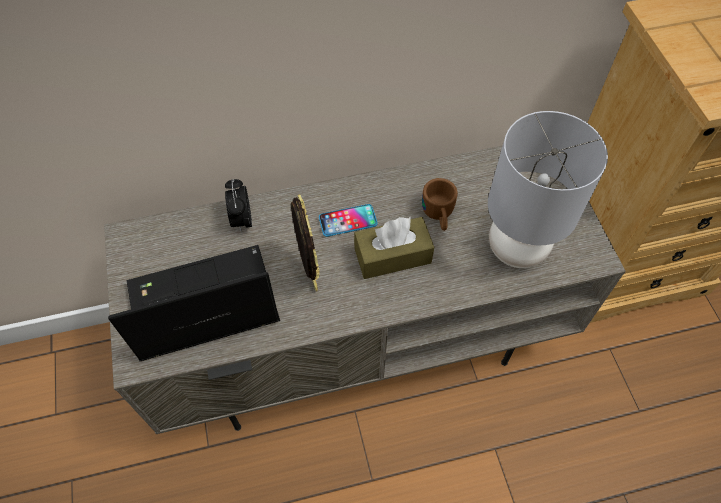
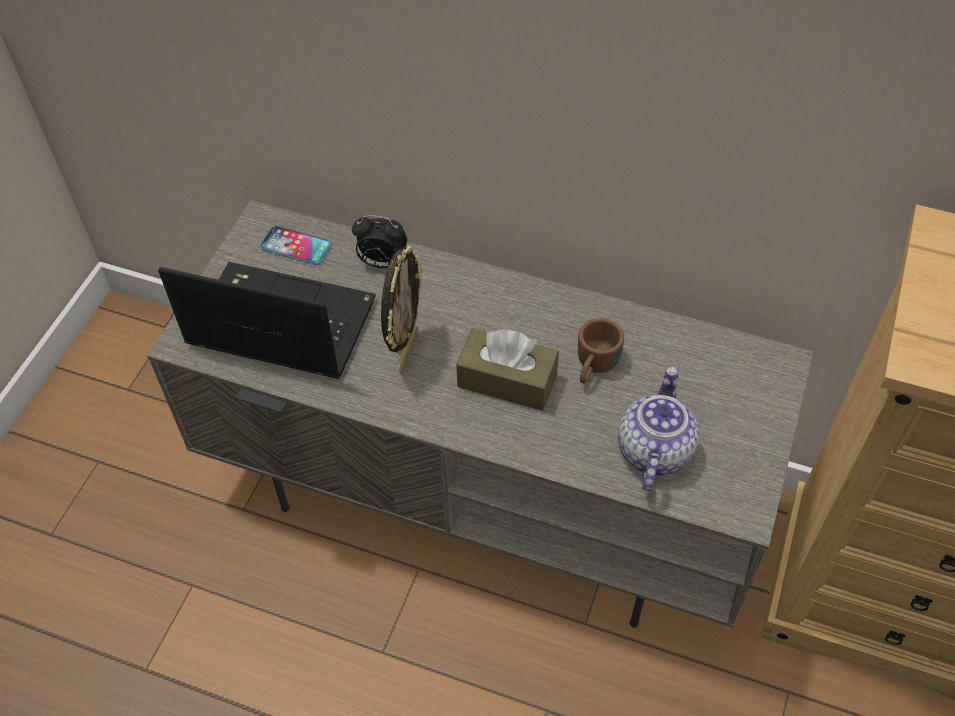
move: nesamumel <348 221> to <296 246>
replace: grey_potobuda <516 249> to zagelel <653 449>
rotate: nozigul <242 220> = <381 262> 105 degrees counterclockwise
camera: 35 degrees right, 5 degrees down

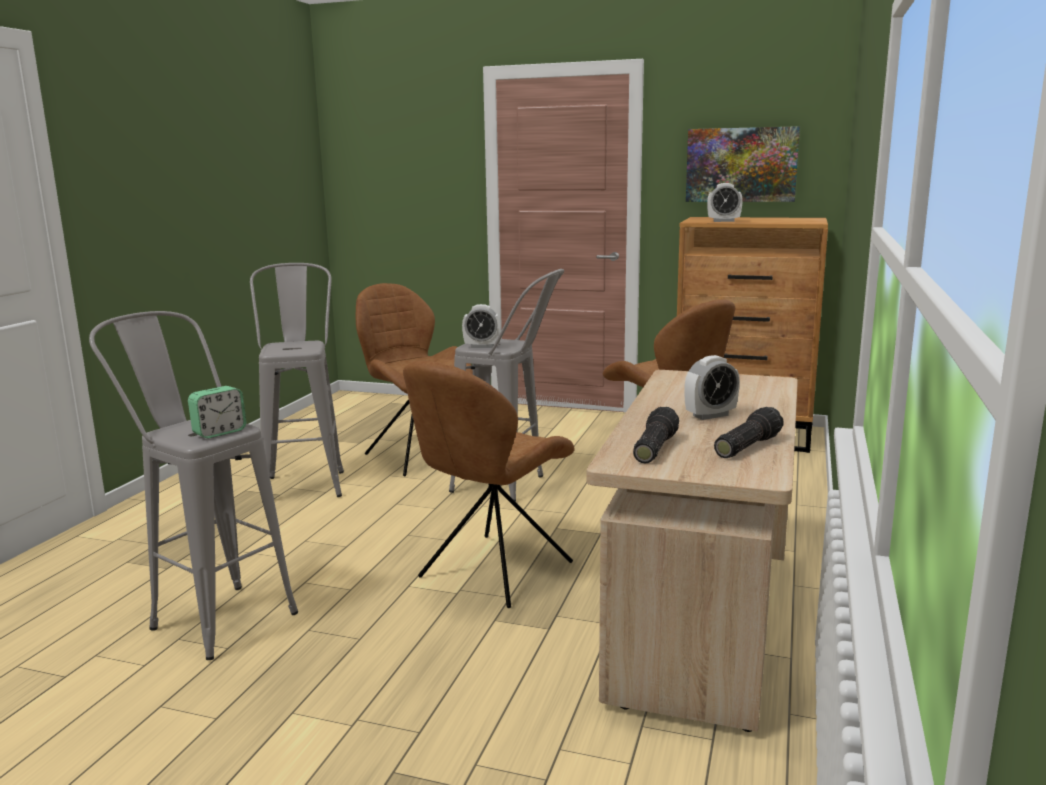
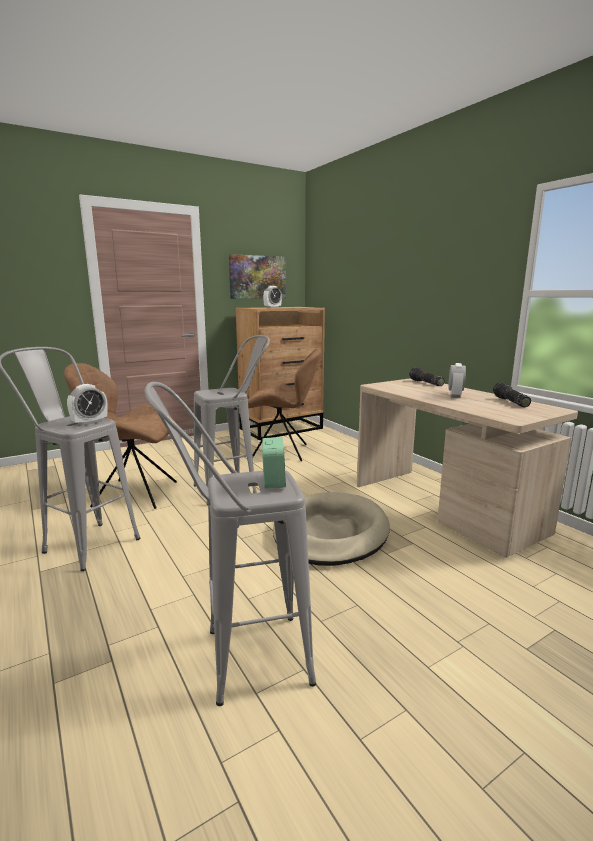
move: nozigul <482 346> to <90 422>; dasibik <653 448> to <425 383>
replace: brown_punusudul <492 572> to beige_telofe <330 533>
camera: 50 degrees left, 0 degrees up

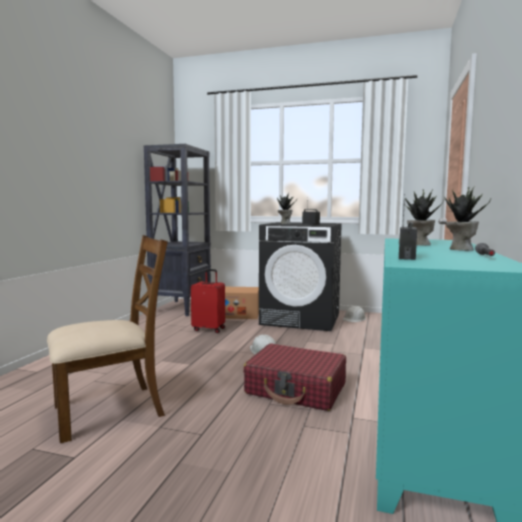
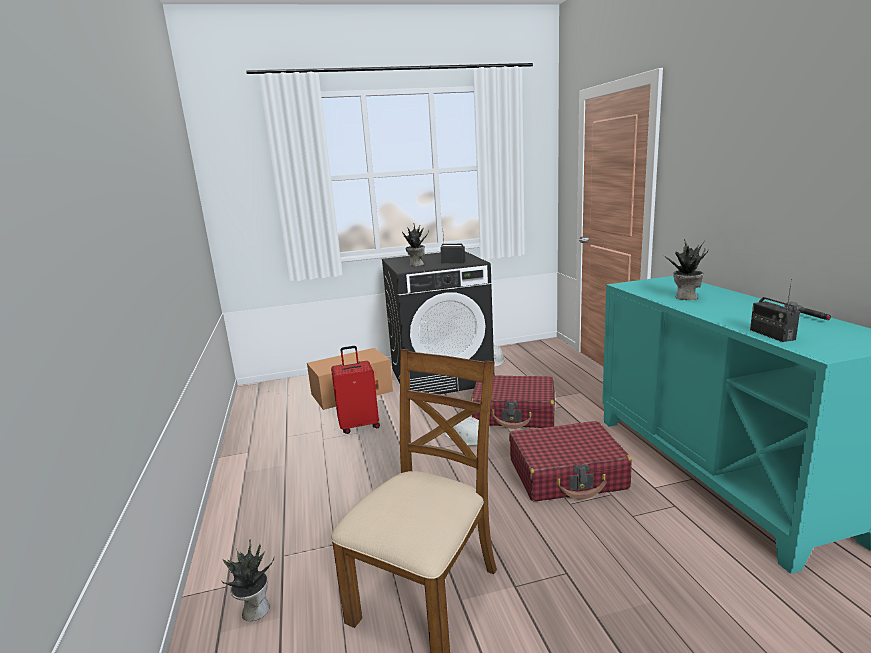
delete: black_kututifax <181 308>
insert: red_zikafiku <514 413>
move: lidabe <460 249> to <254 610>
camera: 30 degrees left, 10 degrees up

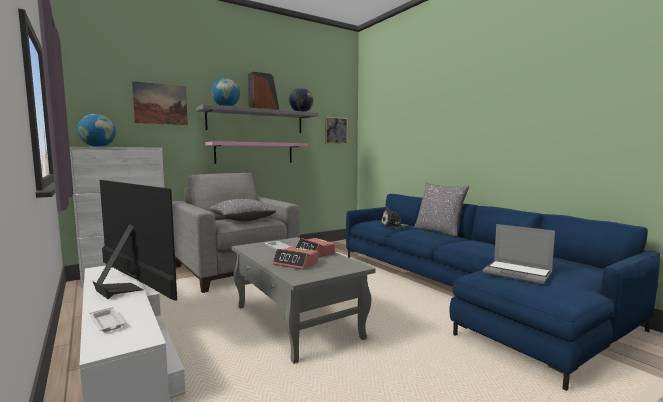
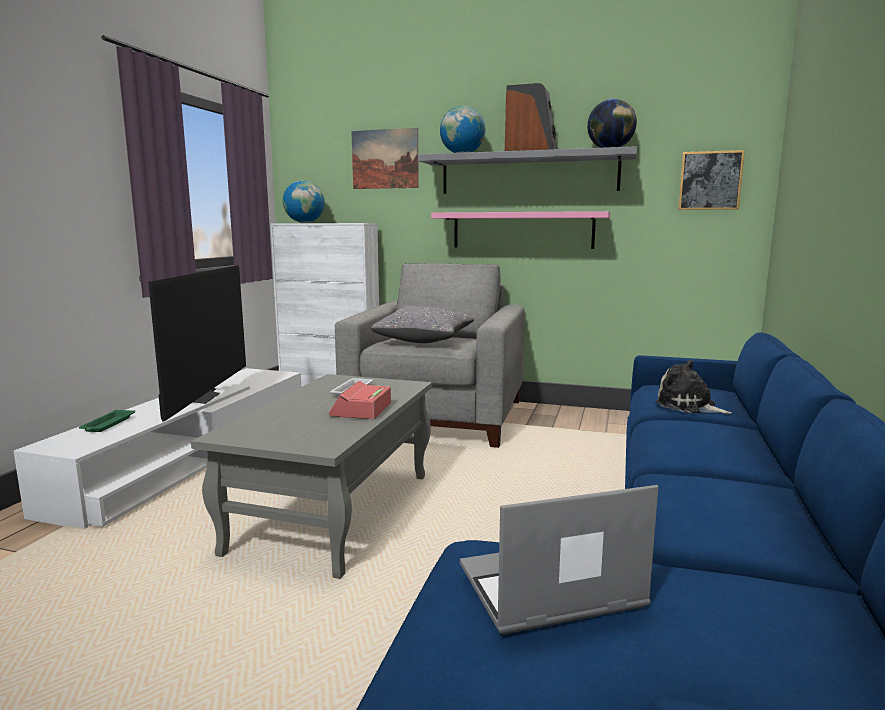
delete: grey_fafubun <438 231>; nozigul <296 263>
recolor: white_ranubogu <107 323> to green_ranubogu <107 424>
rotate: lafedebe <518 273> = <548 590> 75 degrees clockwise
camera: 50 degrees right, 5 degrees up

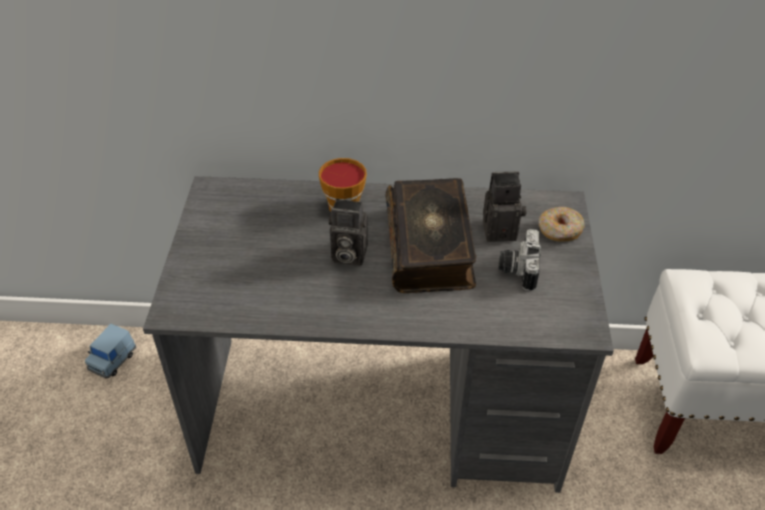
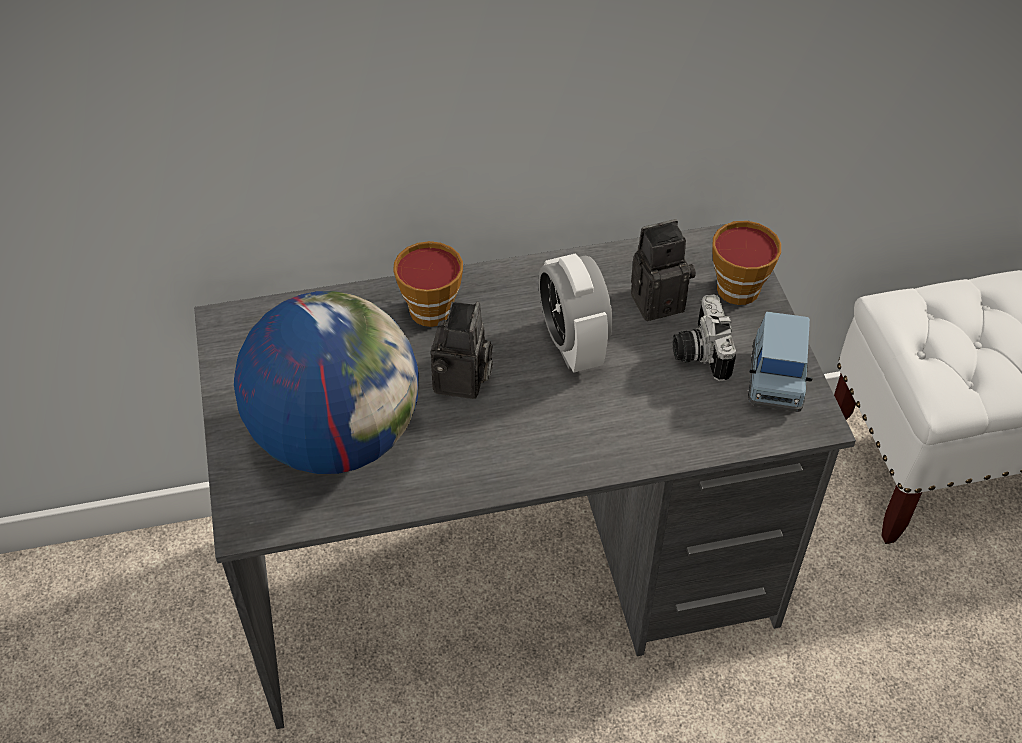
insert: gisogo <336 436>
move: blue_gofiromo <112 360> to <776 380>
replace: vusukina <430 246> to nozigul <572 345>; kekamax <559 230> to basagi <735 285>
rotate: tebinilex <347 255> = <462 382> 75 degrees counterclockwise
camera: 15 degrees left, 5 degrees up

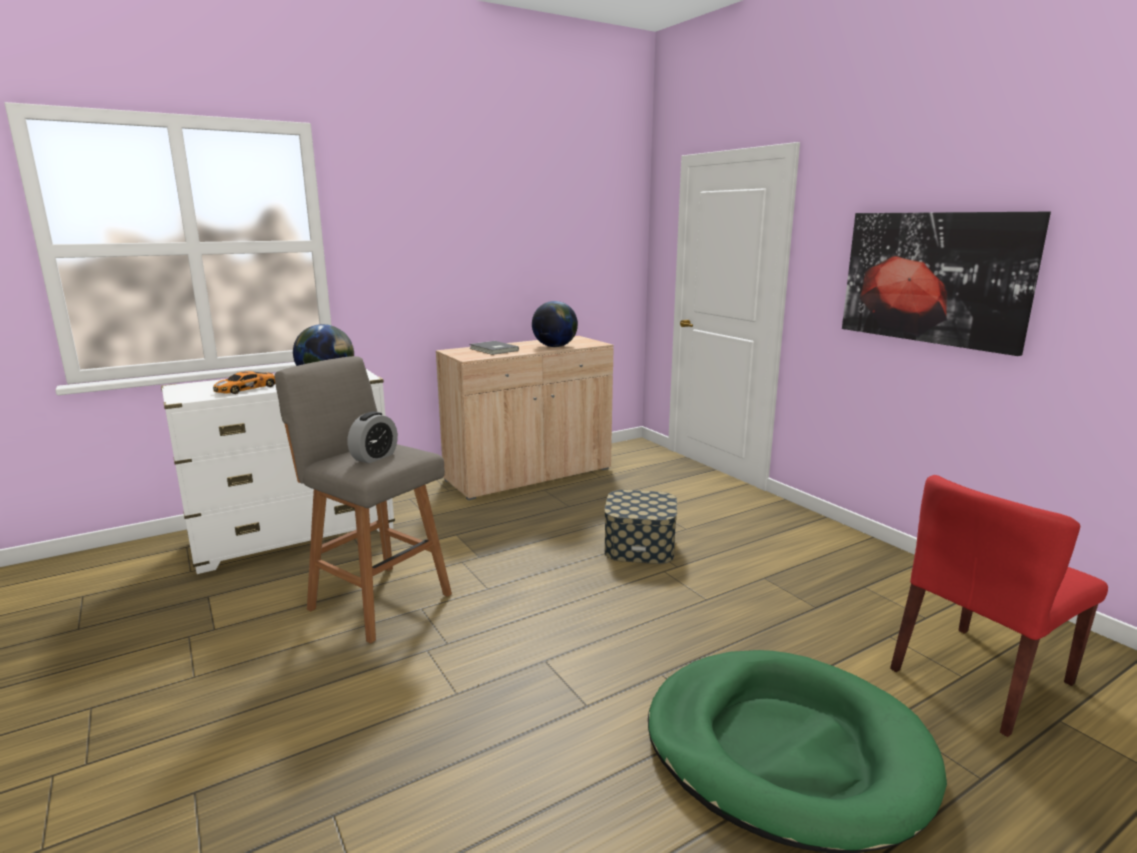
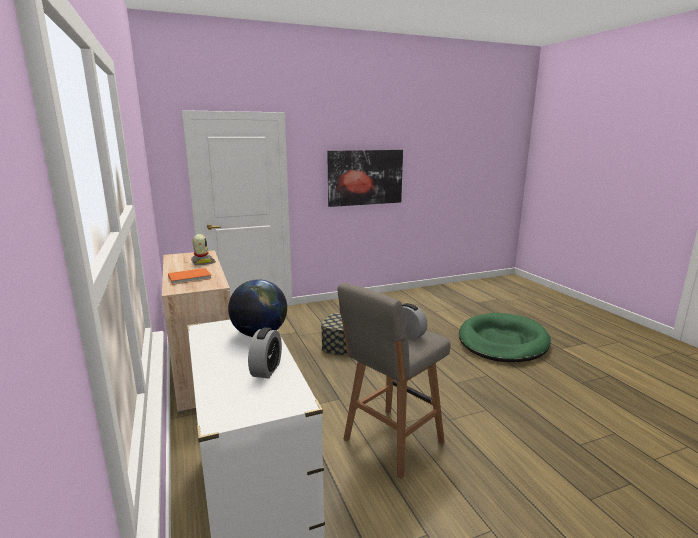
delete: red_punusudul <980 677>
replace: gisogo <554 346> to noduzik <202 262>; gofiromo <247 388> to nozigul <266 370>
recolor: grey_vusukina <493 350> to orange_vusukina <190 278>
camera: 80 degrees left, 0 degrees up

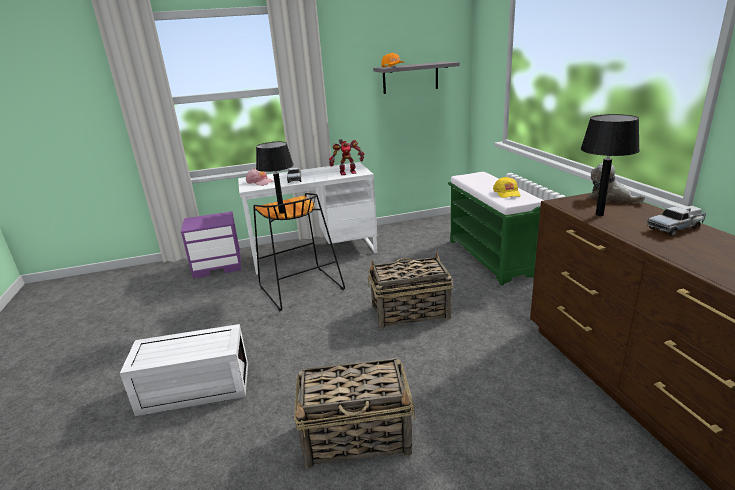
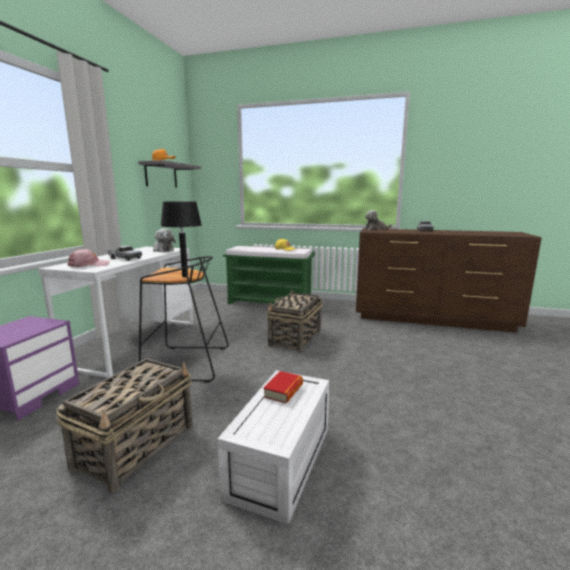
delete: black_potobuda <599 214>
insert: vusukina <283 391>
move: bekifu <358 436> to <137 445>
replace: noduzik <347 172> to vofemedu <163 250>
camera: 60 degrees left, 10 degrees down

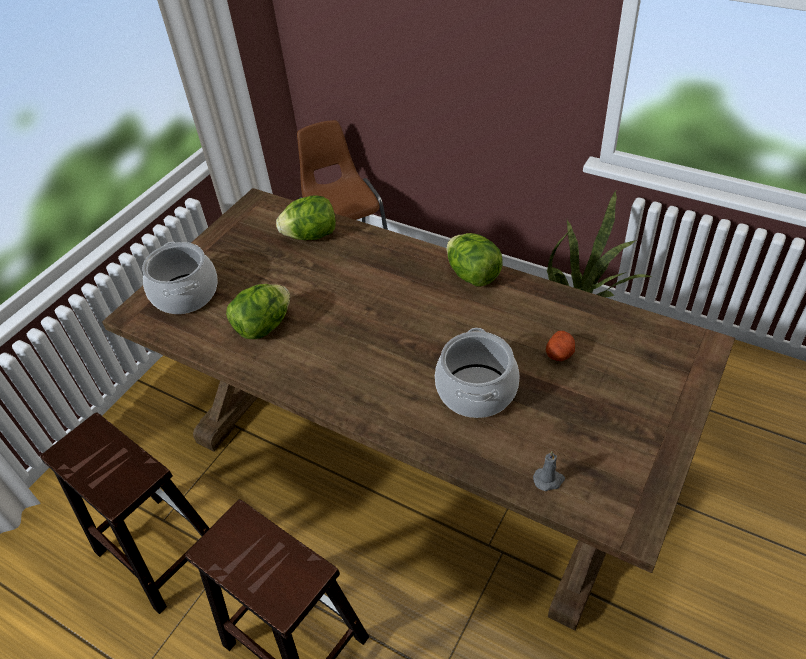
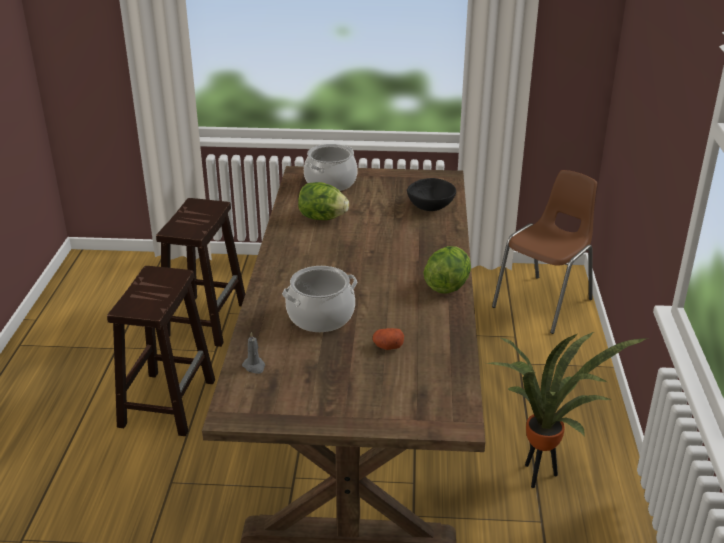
replace: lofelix <311 235> to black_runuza <430 207>
camera: 60 degrees right, 15 degrees down

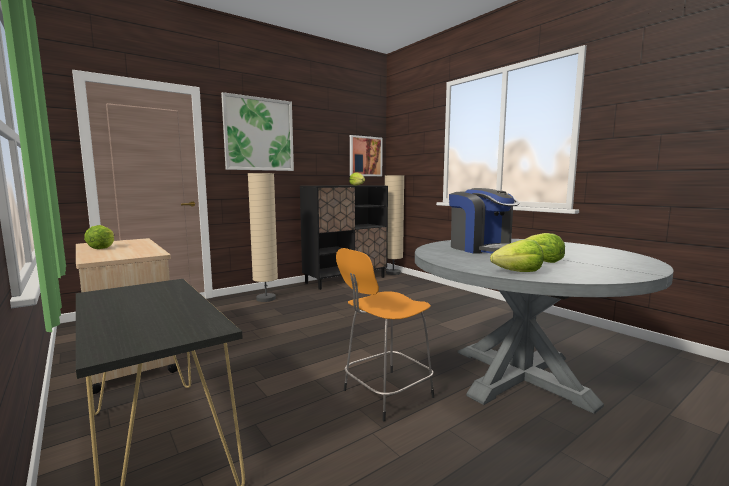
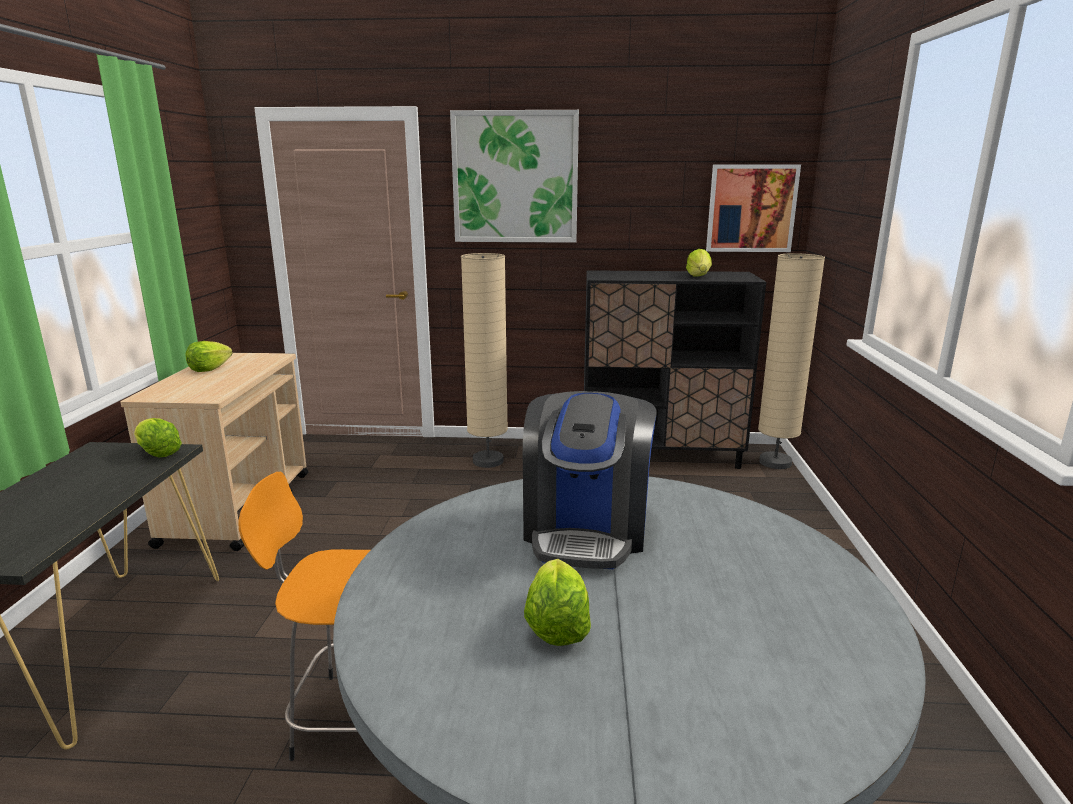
move: lofelix <518 272> to <157 453>
camera: 40 degrees right, 10 degrees up

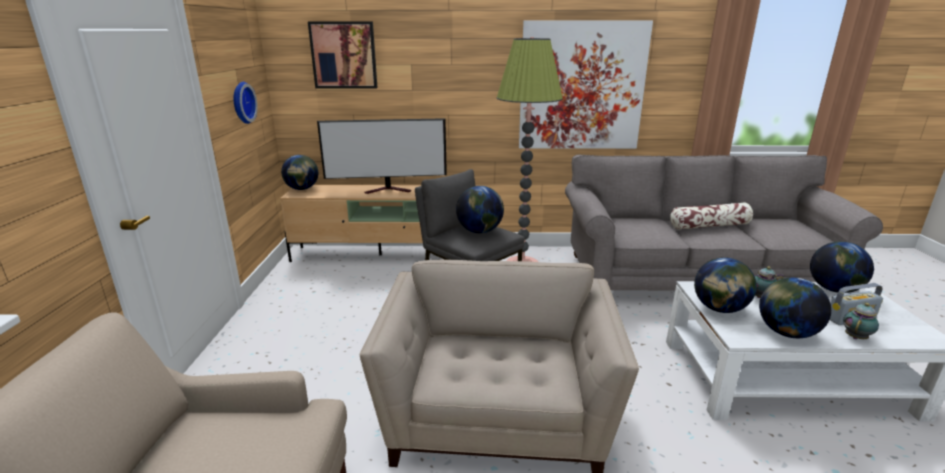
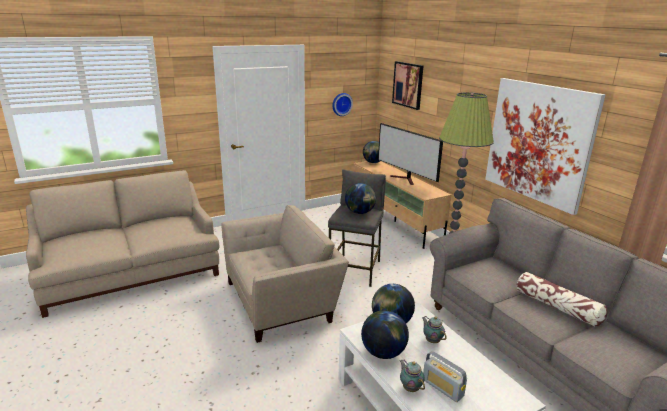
delete: gisogo <834 289>
rotate: zagelel <856 337> = <410 388> 135 degrees counterclockwise
camera: 60 degrees right, 0 degrees up

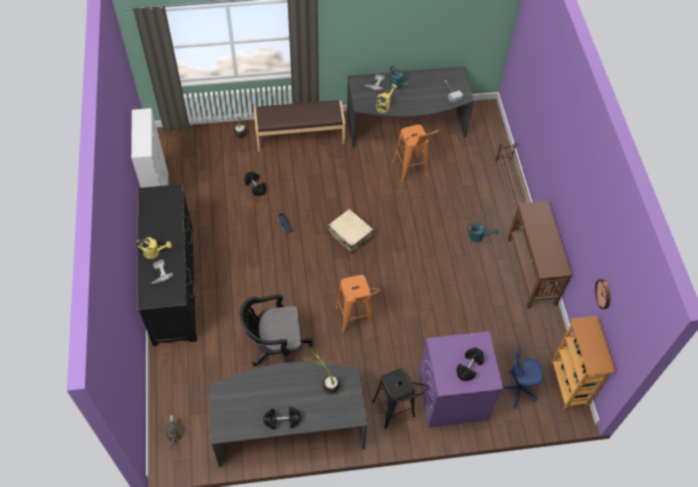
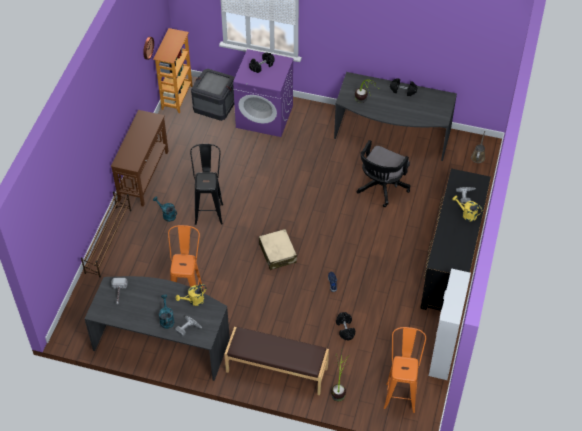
move: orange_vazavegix <355 322> to <401 392>; black_vazavegix <396 415> to <209 210>
replace: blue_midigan <517 389> to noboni <215 106>
rotate: black_midigan <276 347> = <381 188> 105 degrees clockwise
camera: 155 degrees left, 5 degrees down

